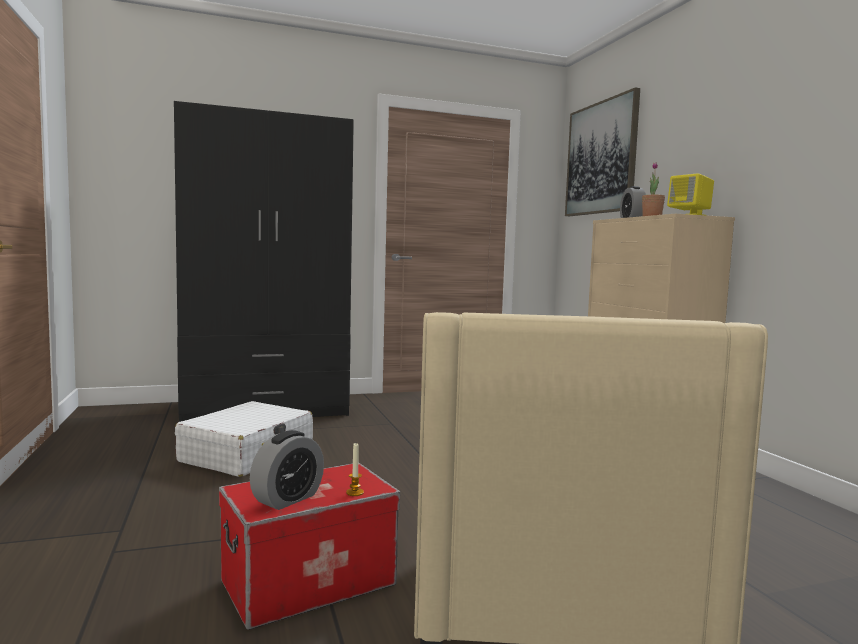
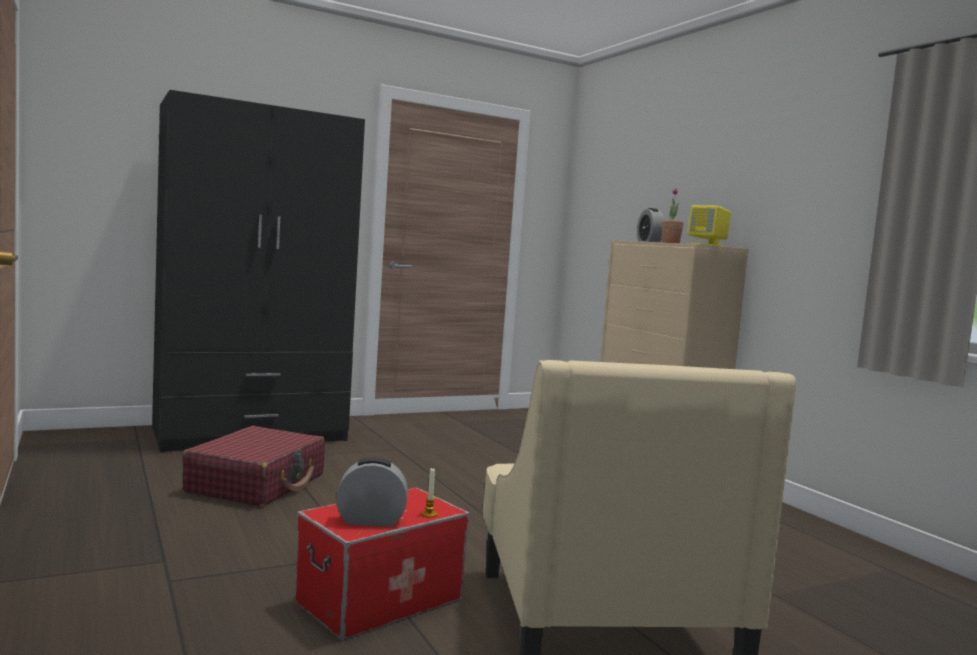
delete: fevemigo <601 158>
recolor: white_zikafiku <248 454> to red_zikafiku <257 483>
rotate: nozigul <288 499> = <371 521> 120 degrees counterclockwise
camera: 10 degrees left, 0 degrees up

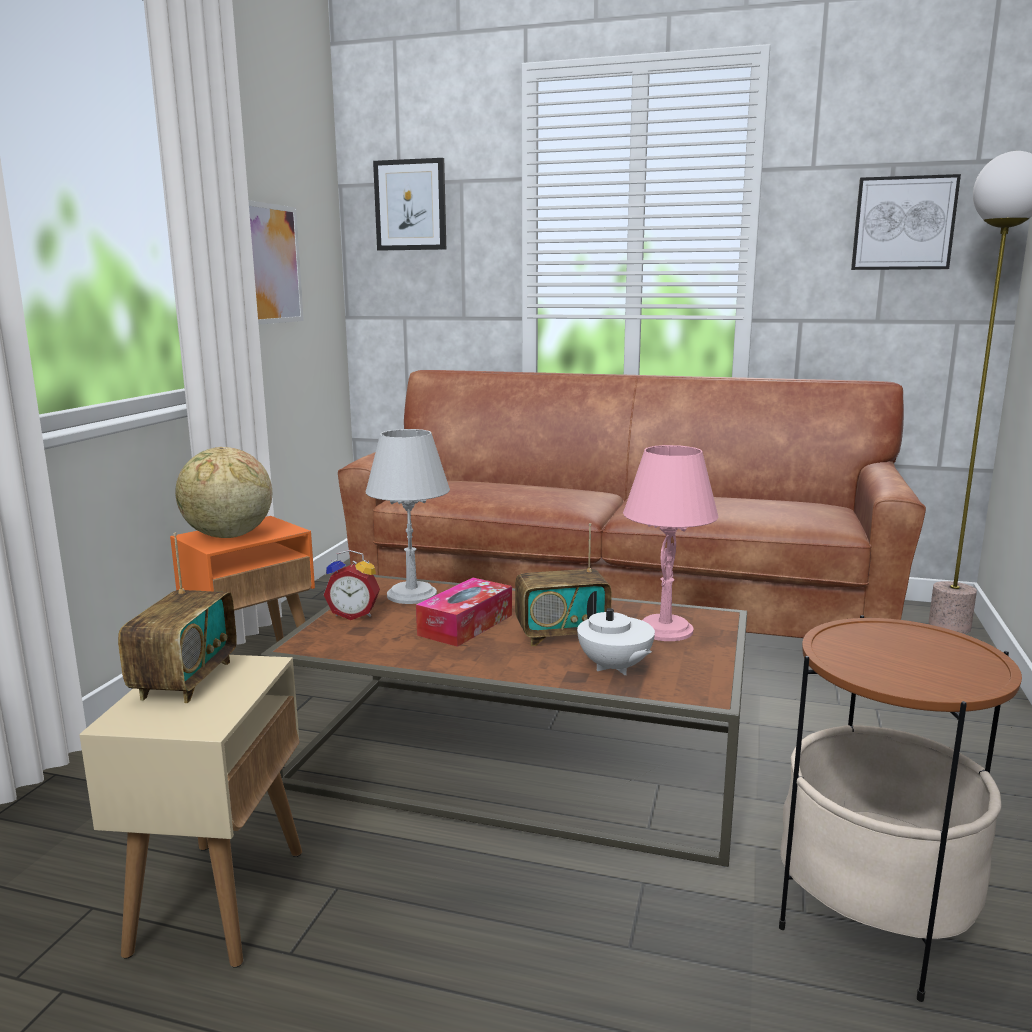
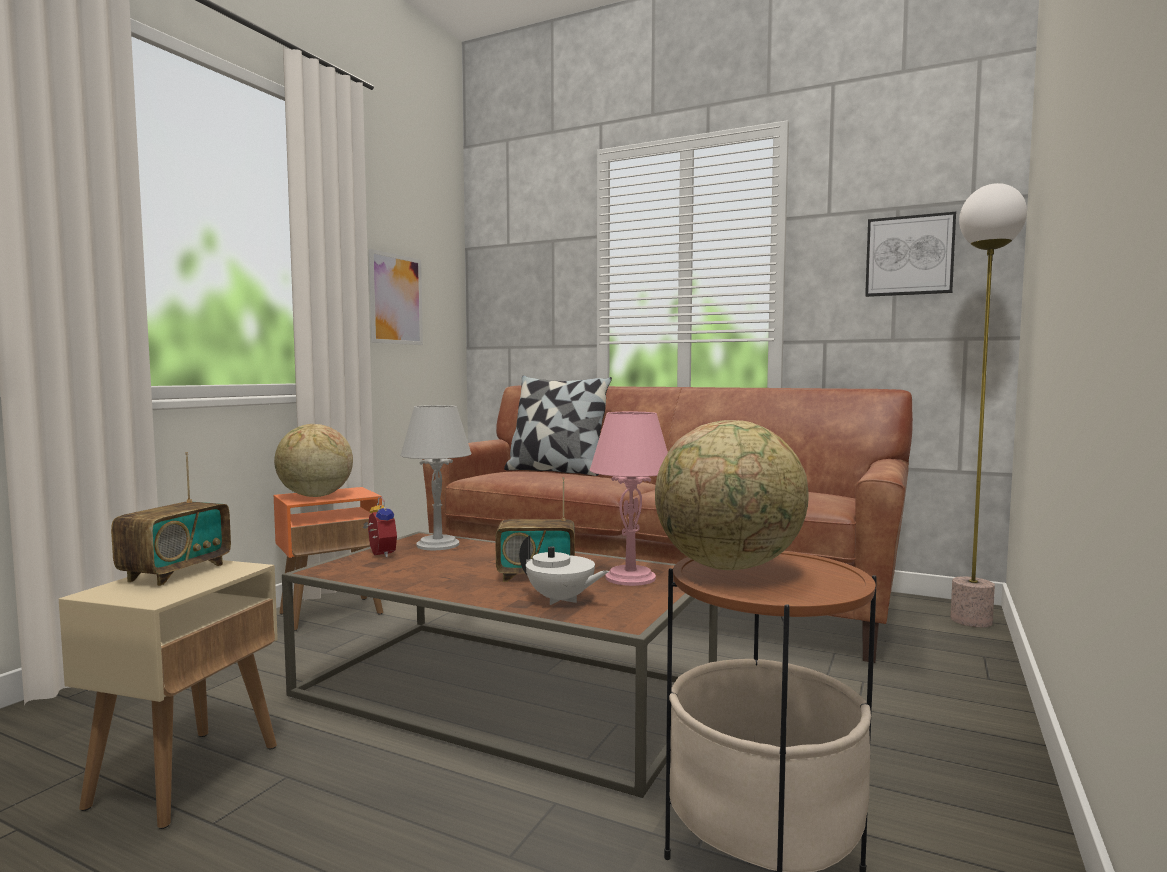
delete: fevemigo <410 205>; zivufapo <465 625>
insert: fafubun <555 471>; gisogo <729 567>
rotate: nozigul <354 614> = <379 554> 135 degrees counterclockwise; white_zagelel <614 668> = <561 600> 45 degrees counterclockwise
camera: 10 degrees right, 10 degrees down

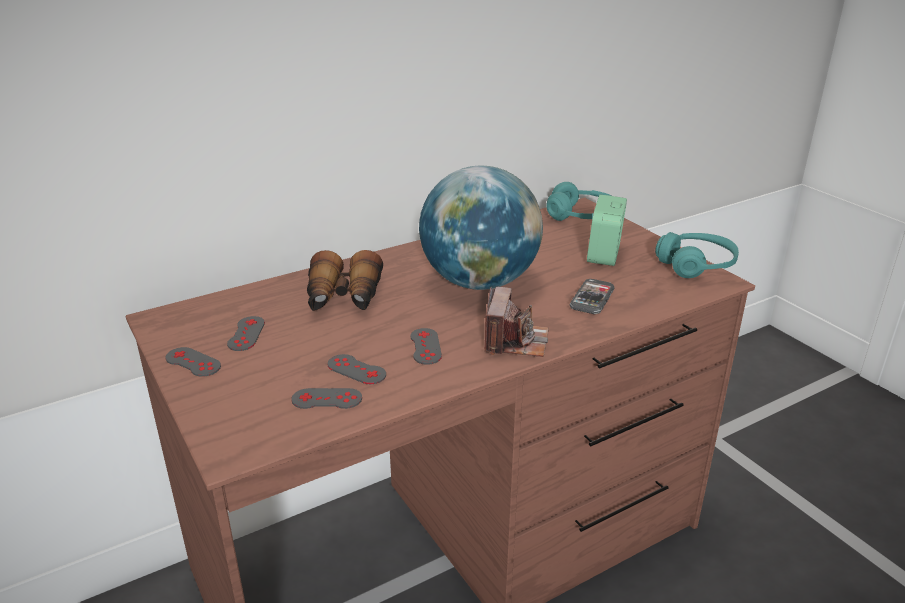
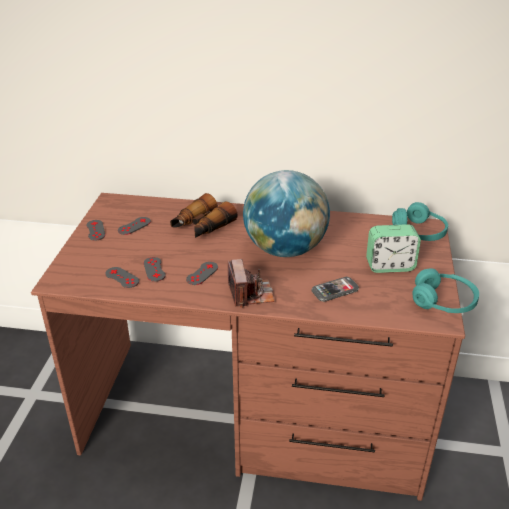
rotate: nozigul <604 255> = <390 266> 150 degrees counterclockwise; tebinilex <515 341> = <250 294> 60 degrees counterclockwise
camera: 40 degrees right, 5 degrees up

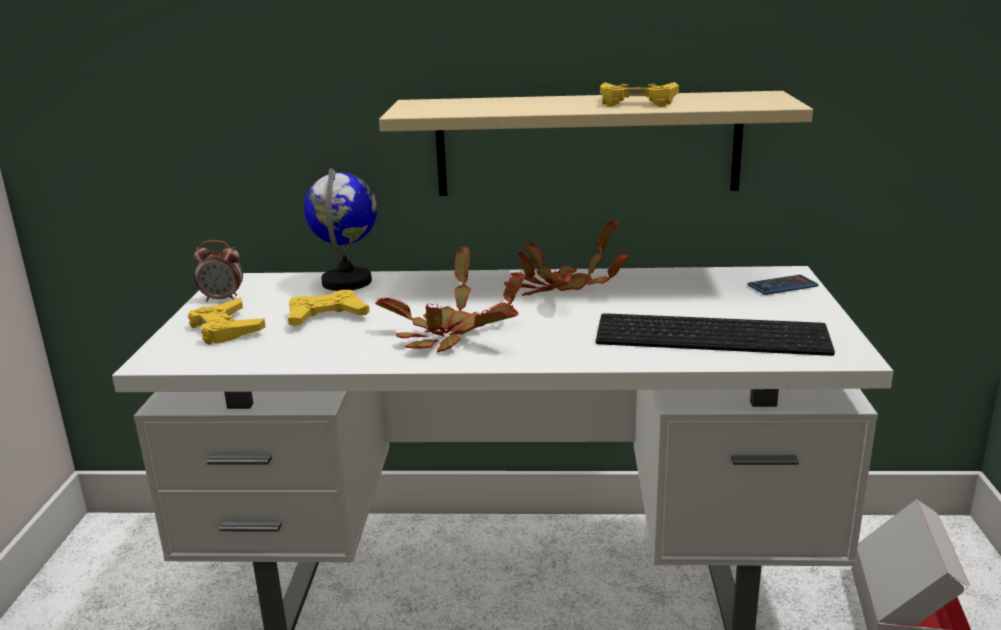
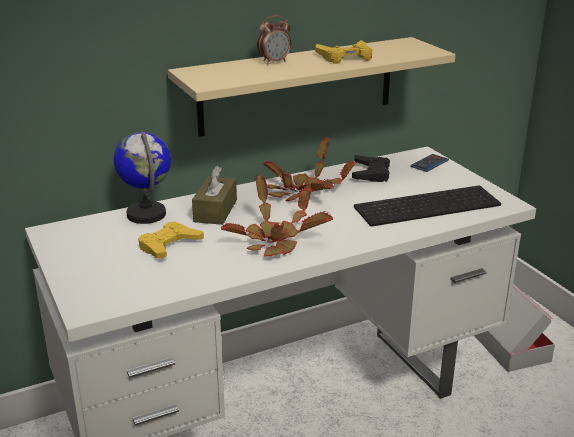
delete: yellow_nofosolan <226 329>
insert: black_nofosolan <371 173>; brown_zivufapo <215 210>
move: nozigul <223 299> to <274 62>
camera: 30 degrees left, 5 degrees up

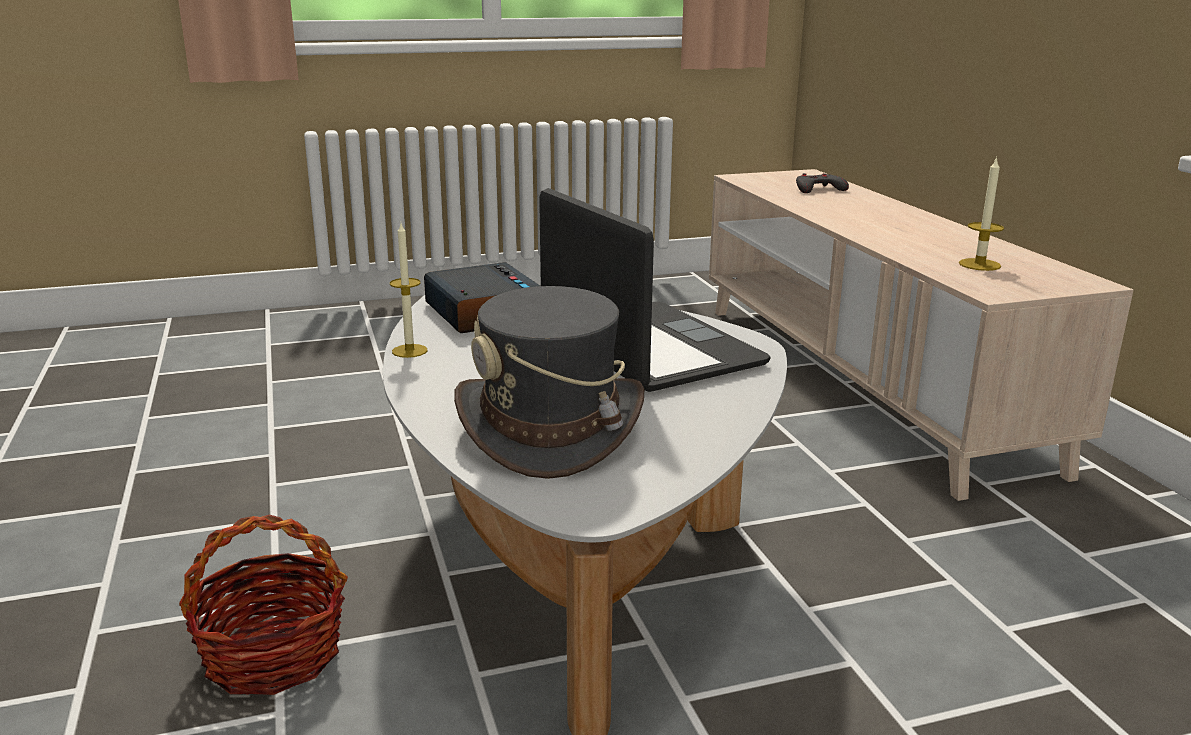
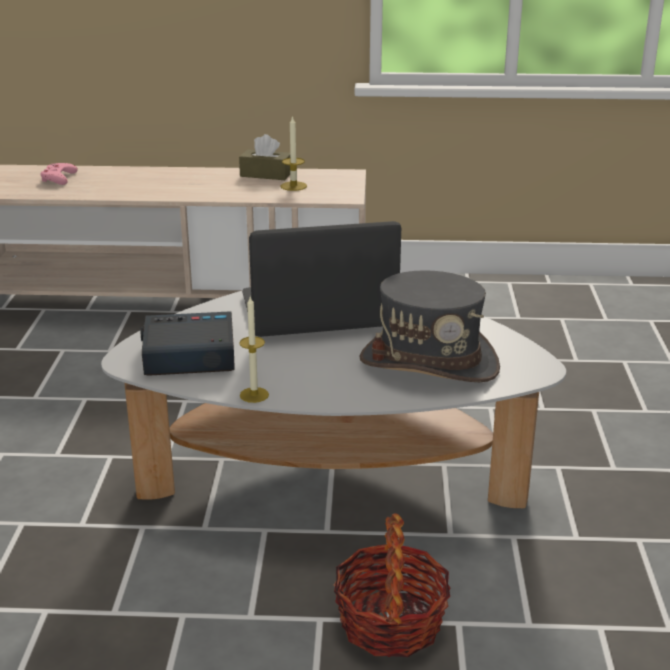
insert: brown_zivufapo <266 174>
recolor: grey_nofosolan <818 189> to pink_nofosolan <58 178>
camera: 70 degrees left, 5 degrees up

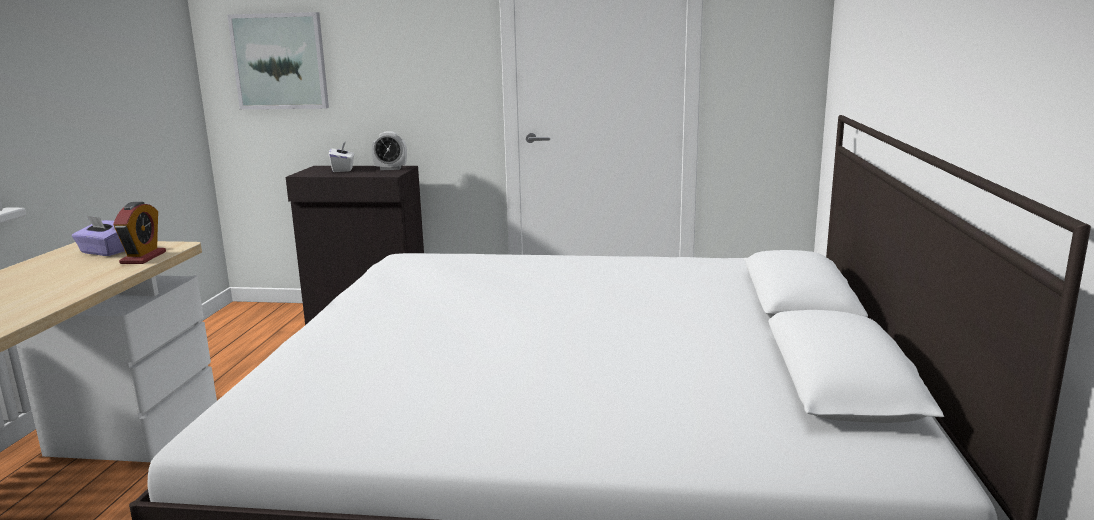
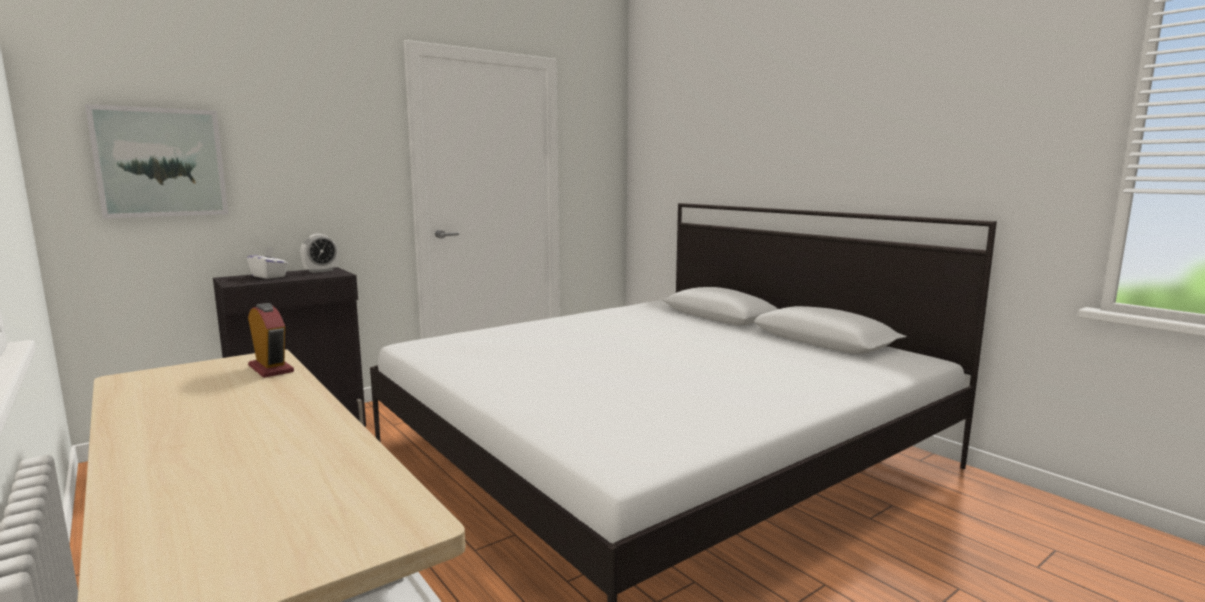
delete: purple_zivufapo <104 252>
camera: 45 degrees left, 5 degrees down

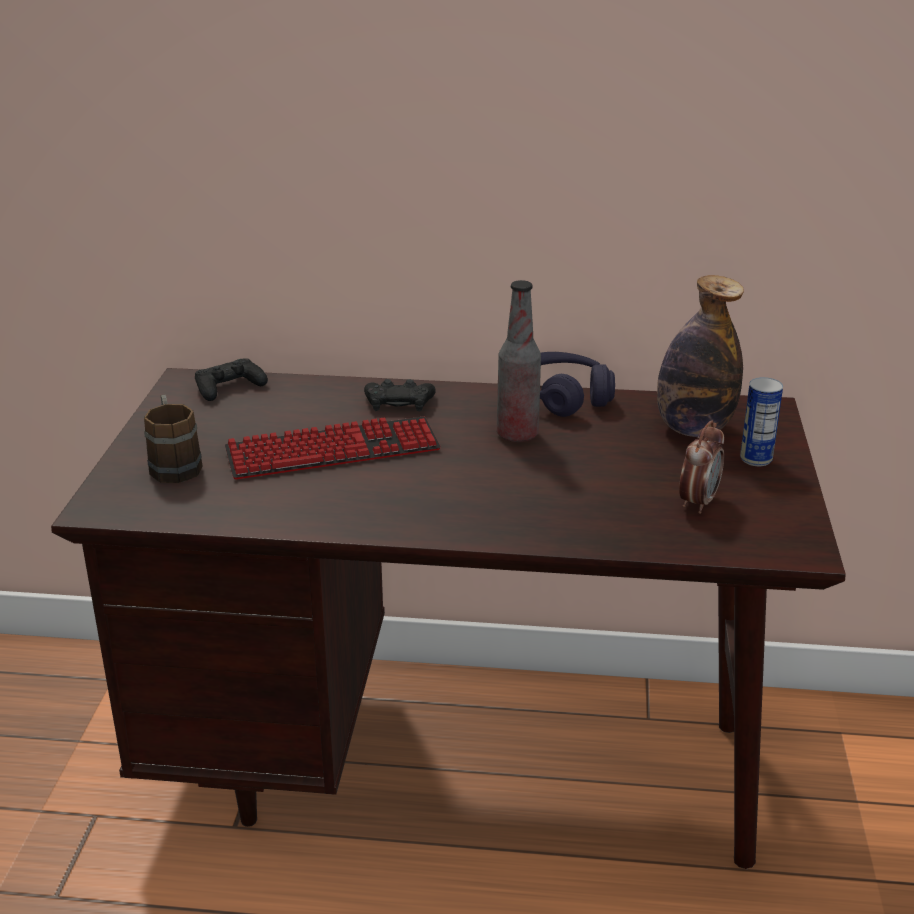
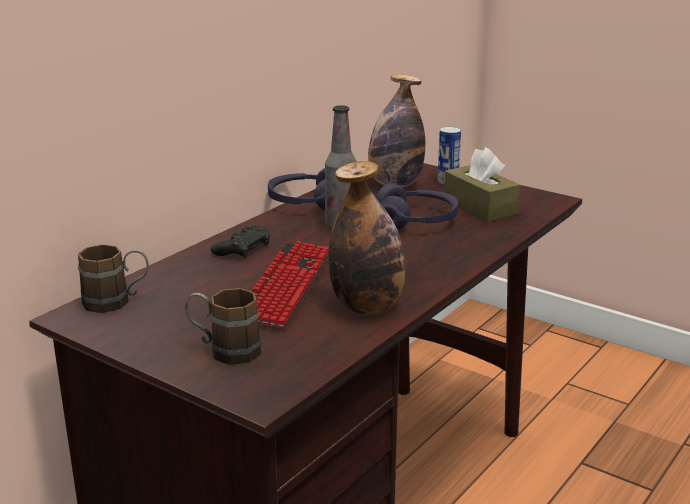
insert: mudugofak <367 306>; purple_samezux <416 221>
replace: black_nofosolan <229 387> to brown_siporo <117 302>; nozigul <698 502> to brown_zivufapo <479 206>
camera: 60 degrees left, 5 degrees down

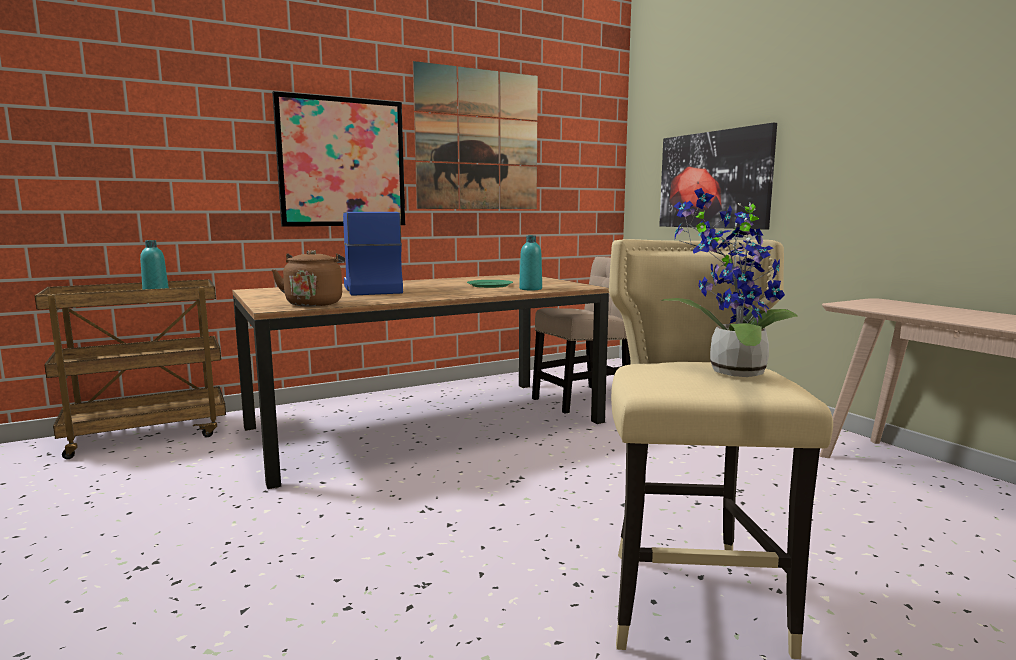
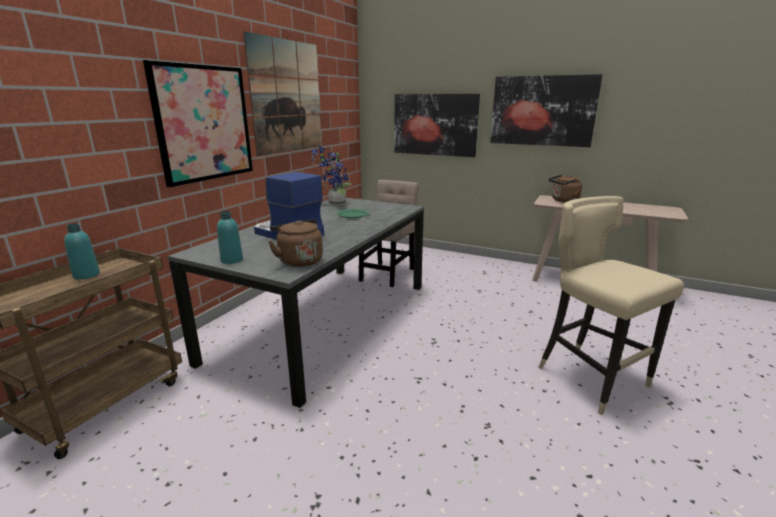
insert: fevemigo <542 111>; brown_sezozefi <563 201>
move: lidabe <729 372> to <334 204>; turquoise_mudugofak <530 289> to <232 260>
recolor: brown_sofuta <425 425> to grey_sofuta <325 320>
camera: 35 degrees left, 10 degrees up

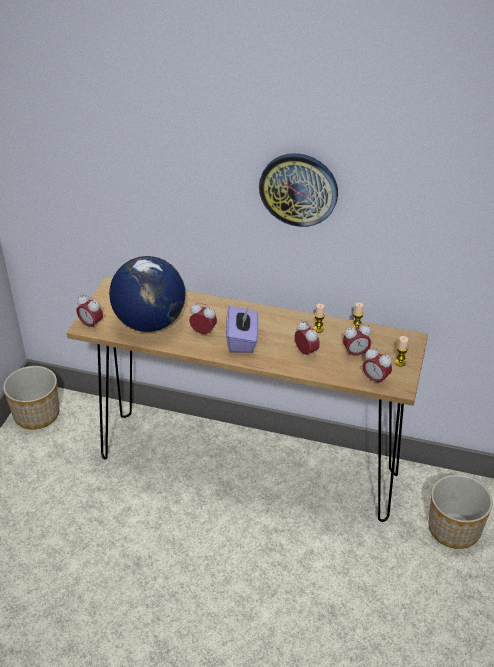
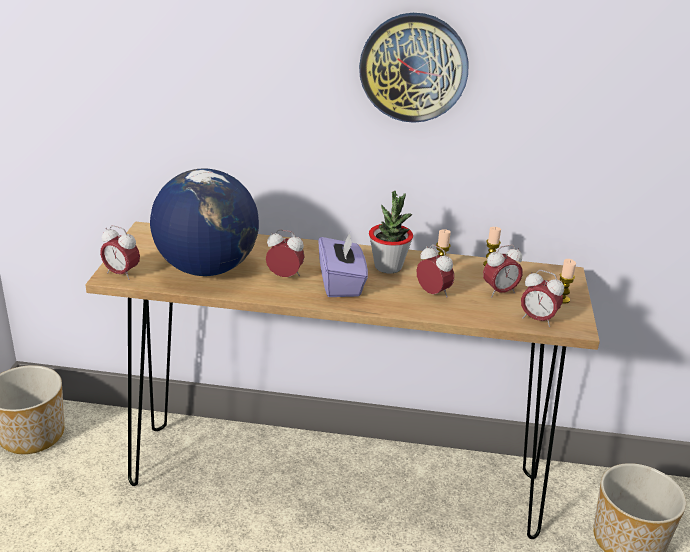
insert: lidabe <388 267>
camera: 10 degrees left, 10 degrees down

